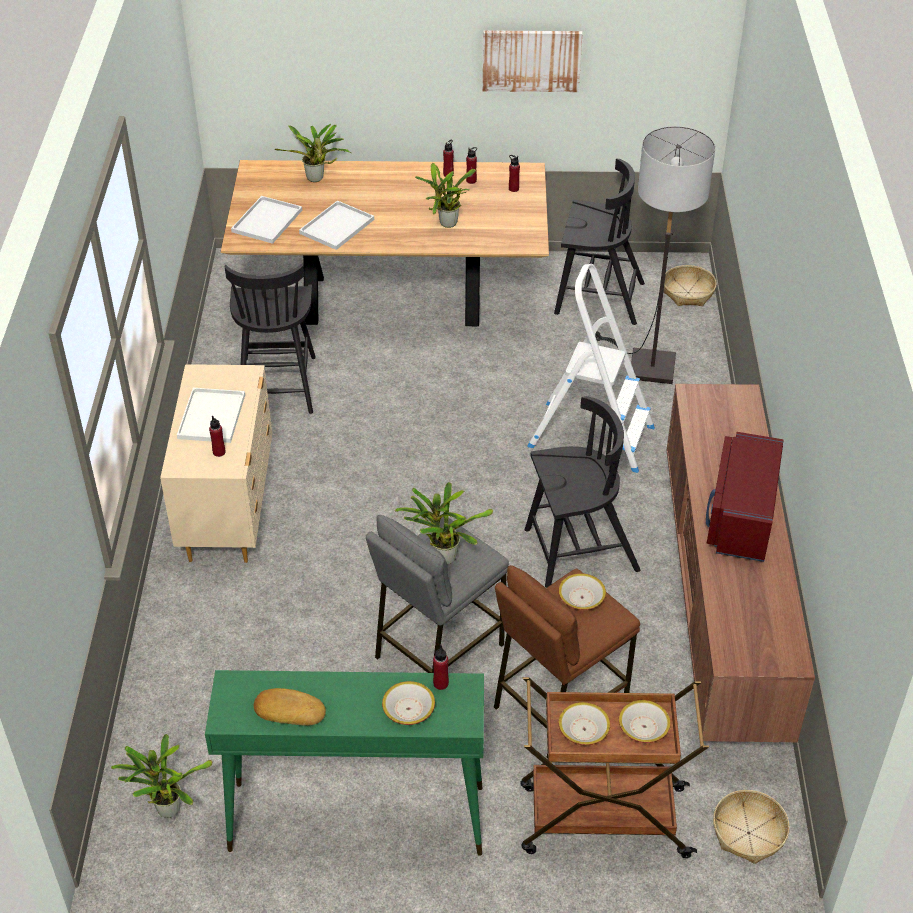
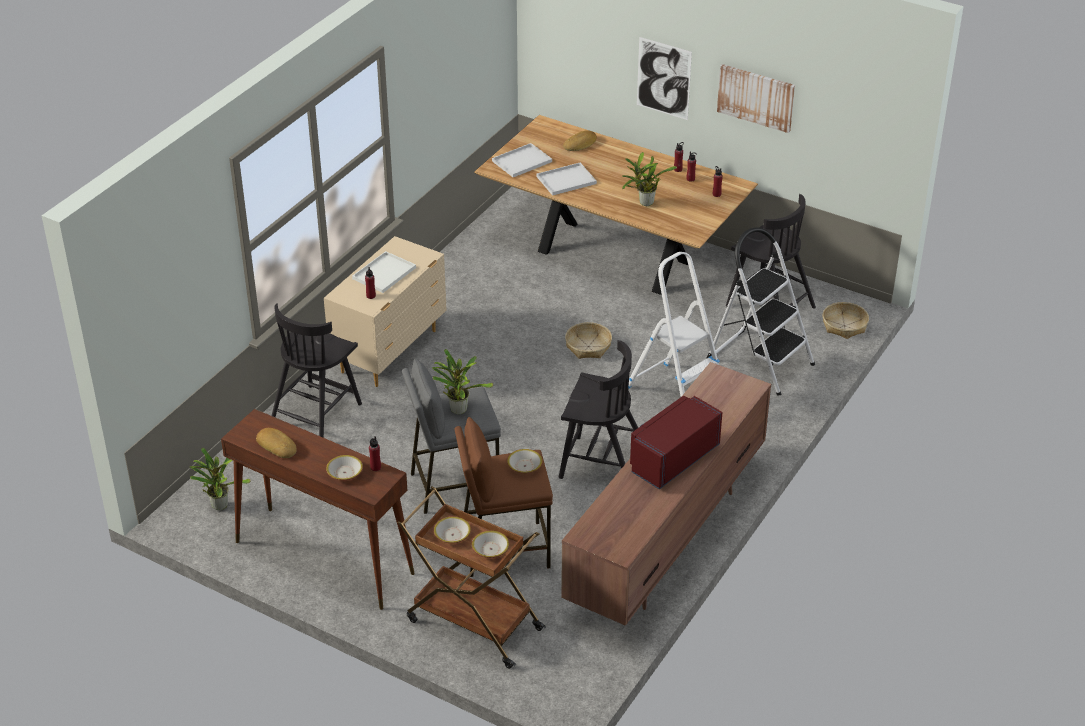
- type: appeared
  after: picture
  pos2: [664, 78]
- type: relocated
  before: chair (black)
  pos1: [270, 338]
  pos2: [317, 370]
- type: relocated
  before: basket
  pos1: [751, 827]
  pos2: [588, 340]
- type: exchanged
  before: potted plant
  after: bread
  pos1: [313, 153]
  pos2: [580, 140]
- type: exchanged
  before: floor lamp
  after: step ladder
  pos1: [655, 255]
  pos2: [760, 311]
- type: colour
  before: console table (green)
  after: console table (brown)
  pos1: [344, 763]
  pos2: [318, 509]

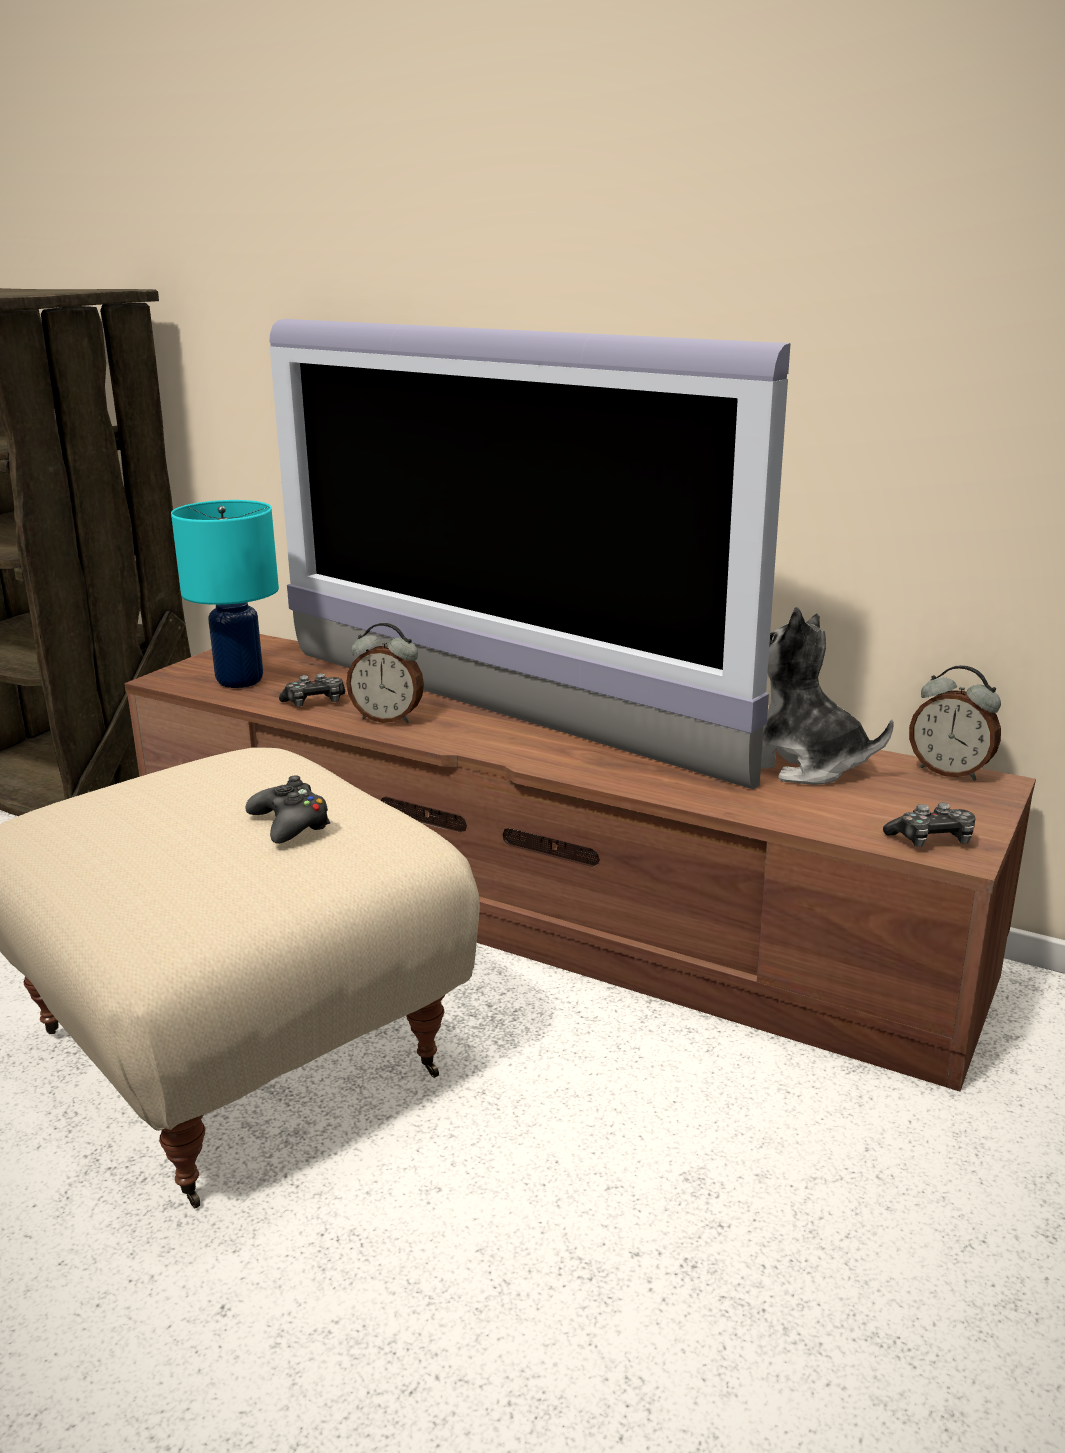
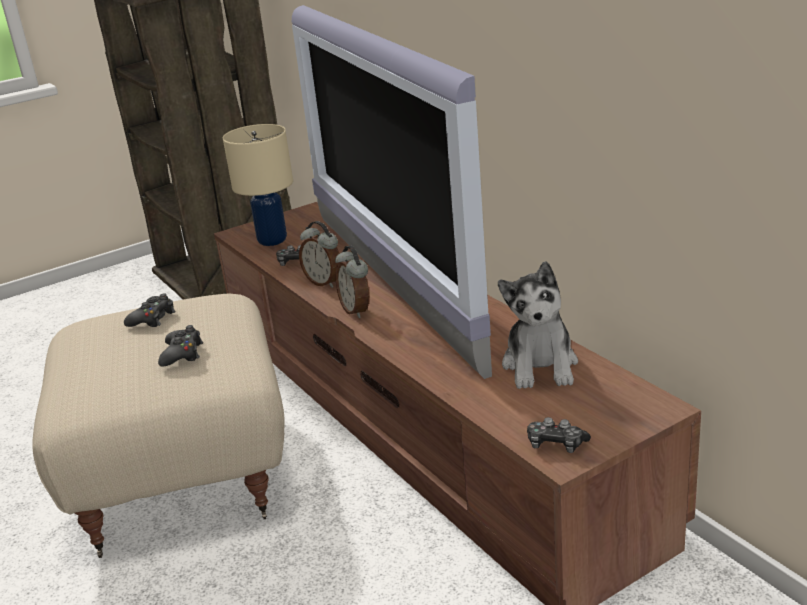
- type: appeared
  after: game controller (black)
  pos2: [149, 310]
- type: relocated
  before: alarm clock
  pos1: [955, 723]
  pos2: [352, 281]
- type: colour
  before: table lamp (turquoise)
  after: table lamp (beige)
  pos1: [225, 594]
  pos2: [258, 185]
- type: spun
  before: plush toy
  pos1: [827, 696]
  pos2: [538, 325]
  turn: -150

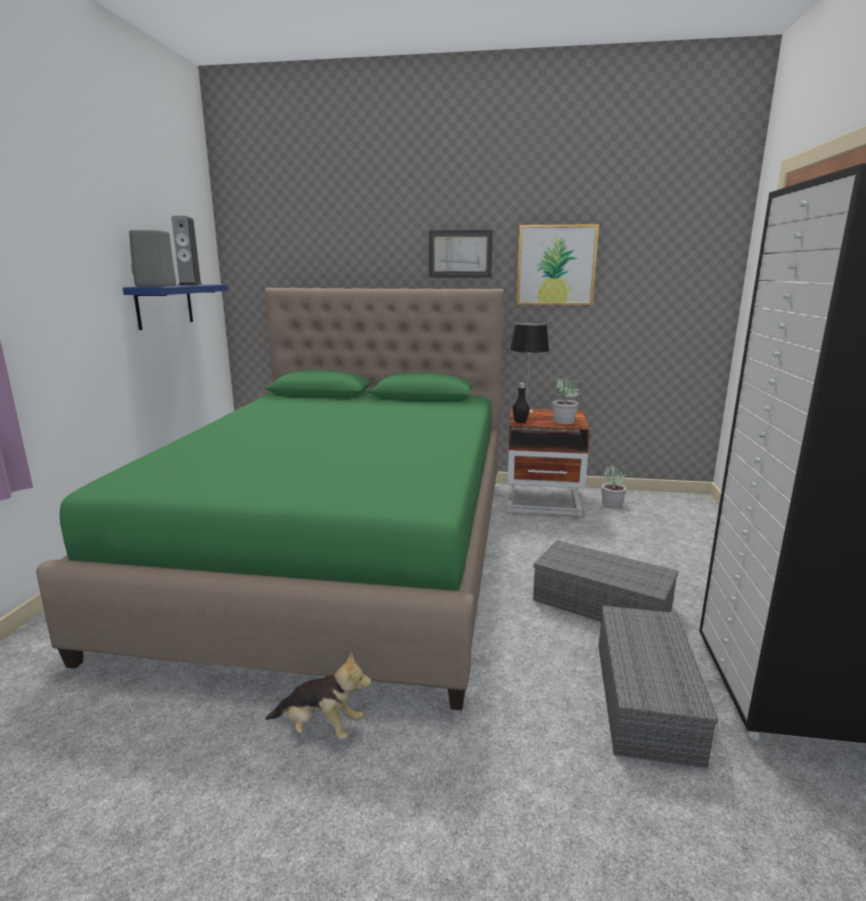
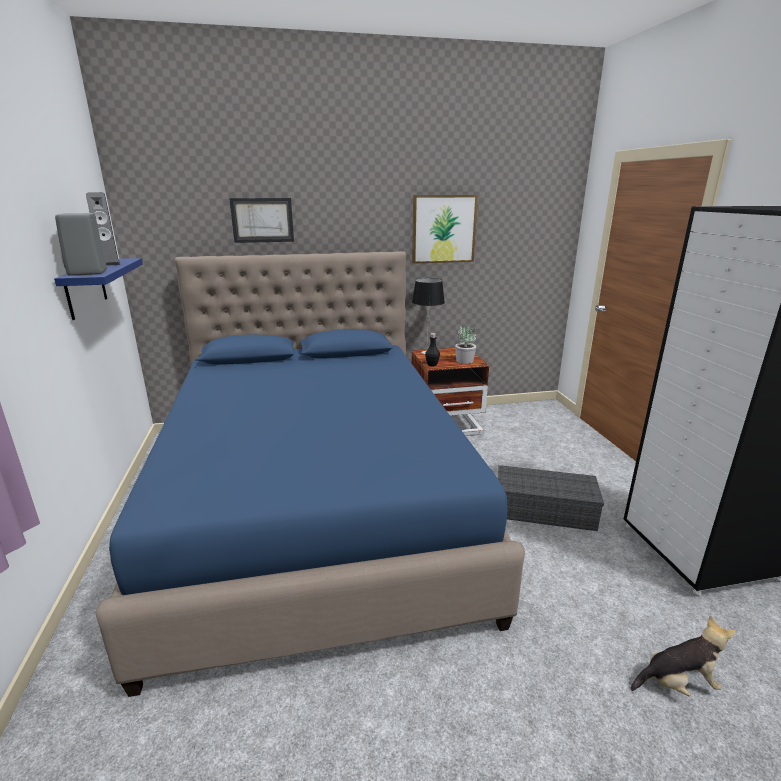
- type: missing
  before: storage box (grey)
  pos1: [658, 687]
- type: missing
  before: potted plant
  pos1: [614, 485]
- type: relocated
  before: plush toy
  pos1: [318, 696]
  pos2: [683, 655]
- type: relocated
  before: picture
  pos1: [461, 254]
  pos2: [261, 220]
- type: colour
  before: bed (green)
  after: bed (blue)
  pos1: [270, 499]
  pos2: [310, 474]

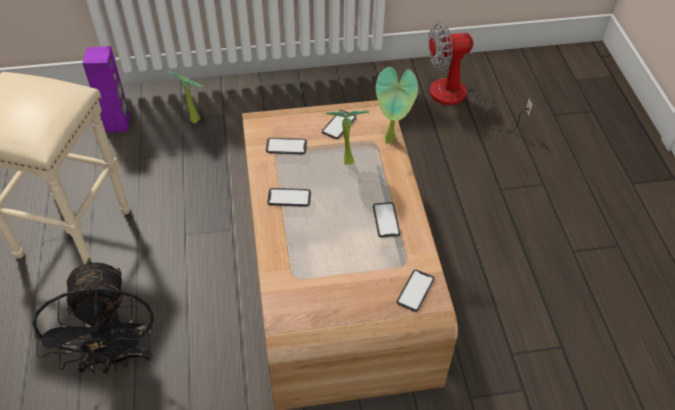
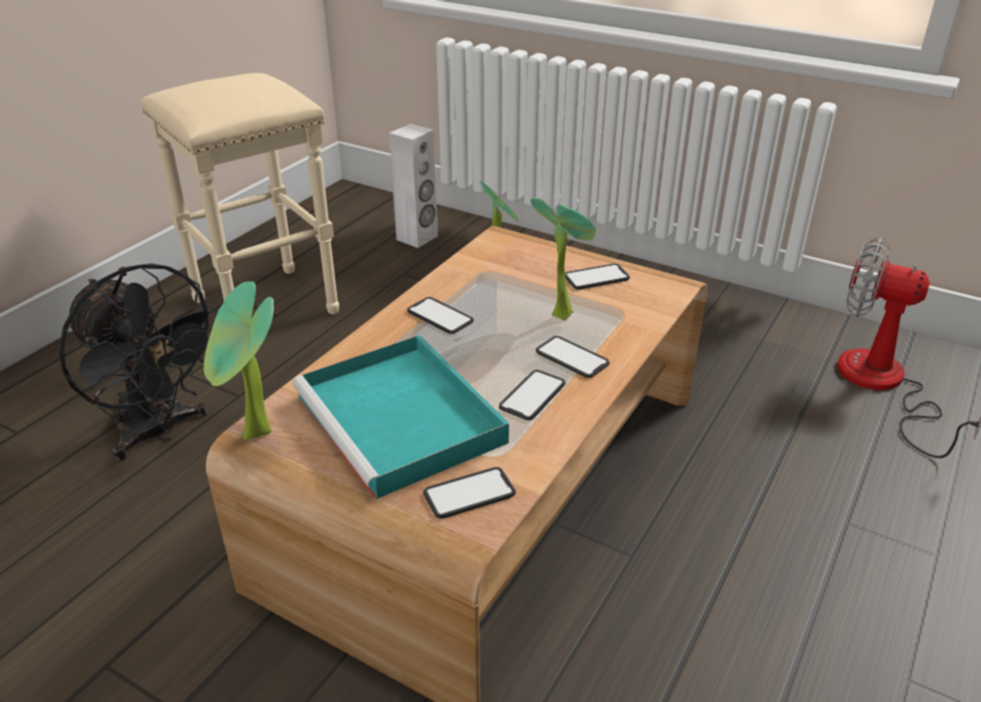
- type: appeared
  after: tray (turquoise)
  pos2: [400, 417]
- type: relocated
  before: phone
  pos1: [286, 146]
  pos2: [573, 357]
- type: relocated
  before: potted plant
  pos1: [397, 105]
  pos2: [239, 360]
- type: colour
  before: speaker (purple)
  after: speaker (white)
  pos1: [106, 89]
  pos2: [413, 186]
- type: spun
  before: fan (black)
  pos1: [93, 315]
  pos2: [138, 362]
  turn: -75

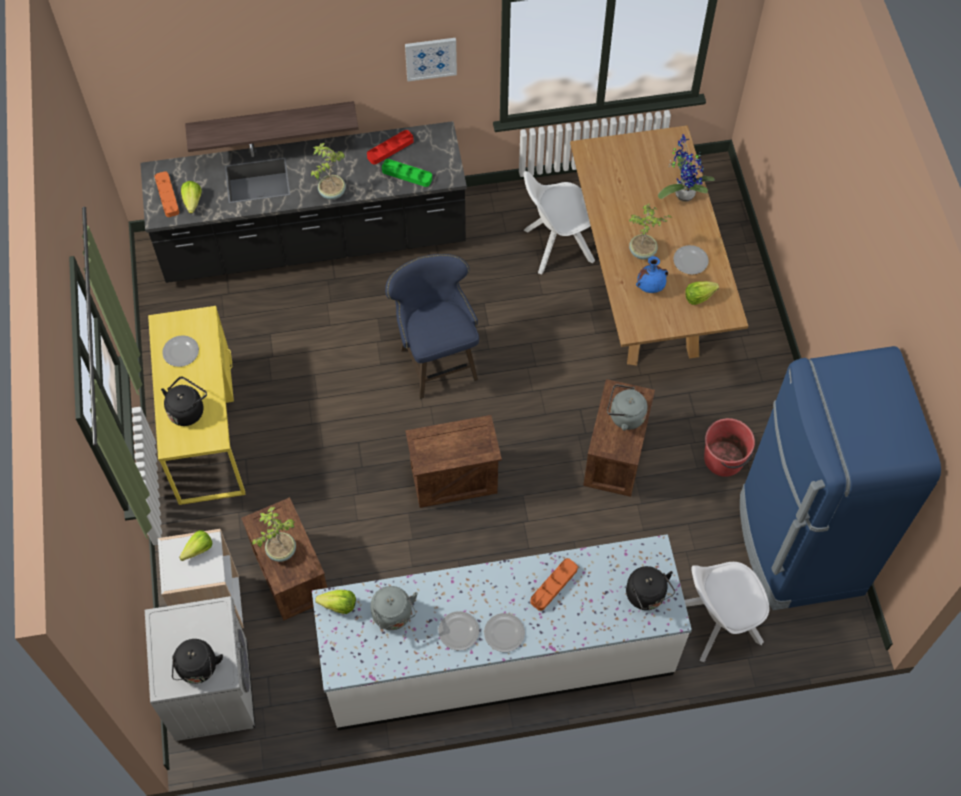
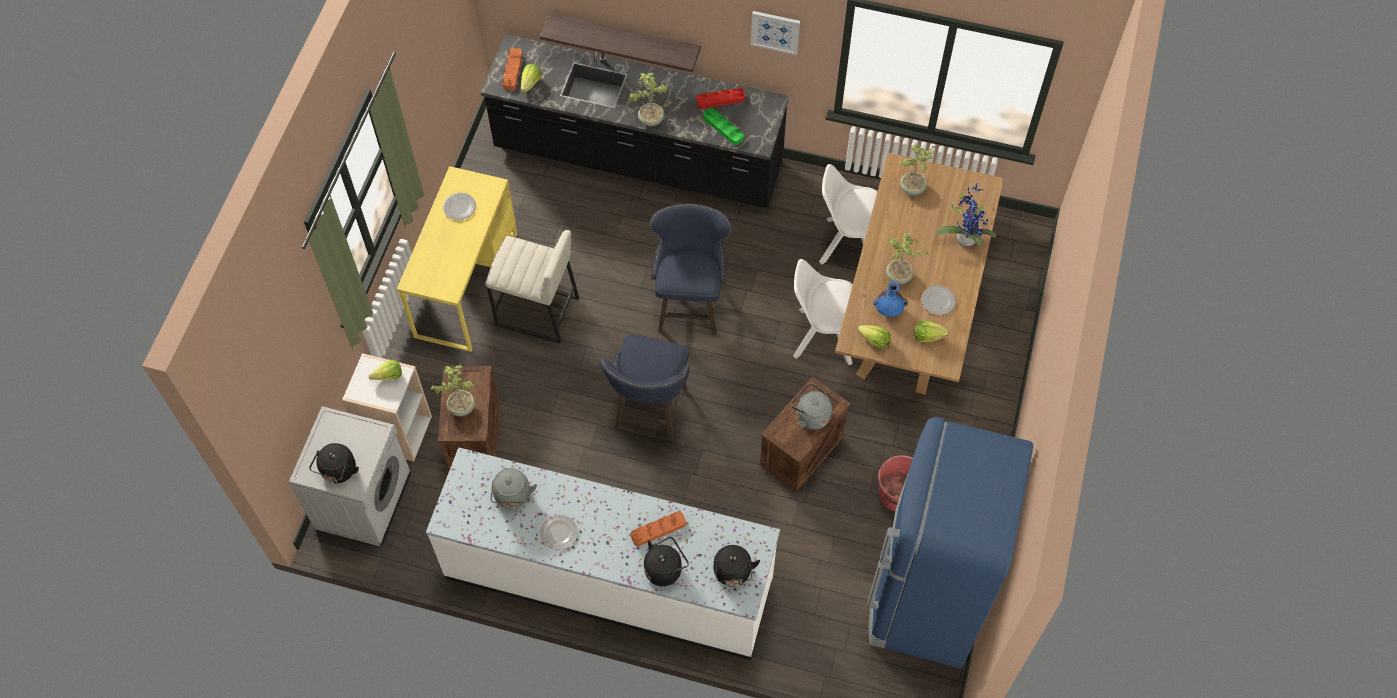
- type: missing
  before: plate
  pos1: [504, 632]
- type: appeared
  after: stool (beige)
  pos2: [532, 287]
- type: appeared
  after: potted plant
  pos2: [917, 169]
- type: relocated
  before: kettle (black)
  pos1: [184, 401]
  pos2: [666, 561]
- type: relocated
  before: lettuce
  pos1: [335, 602]
  pos2: [874, 336]
- type: relocated
  before: chair (white)
  pos1: [727, 612]
  pos2: [823, 312]
- type: exchanged
  before: crate
  after: stool (blue)
  pos1: [453, 461]
  pos2: [645, 388]

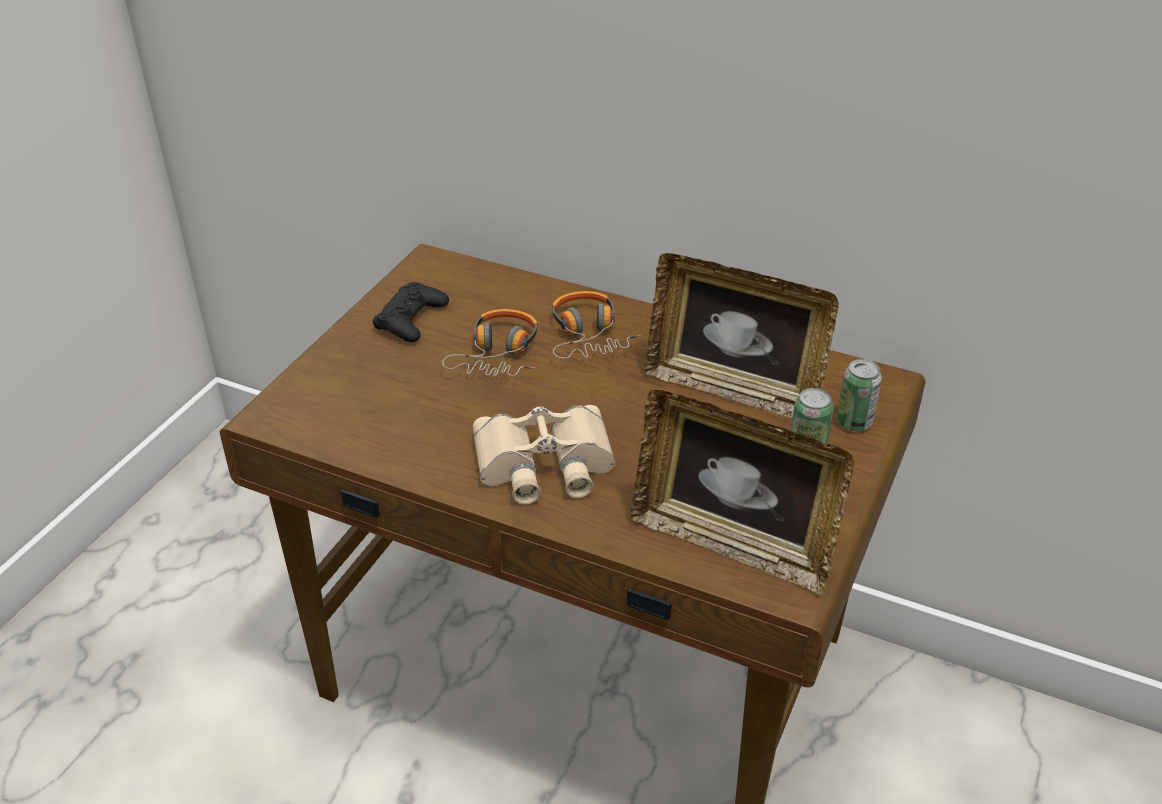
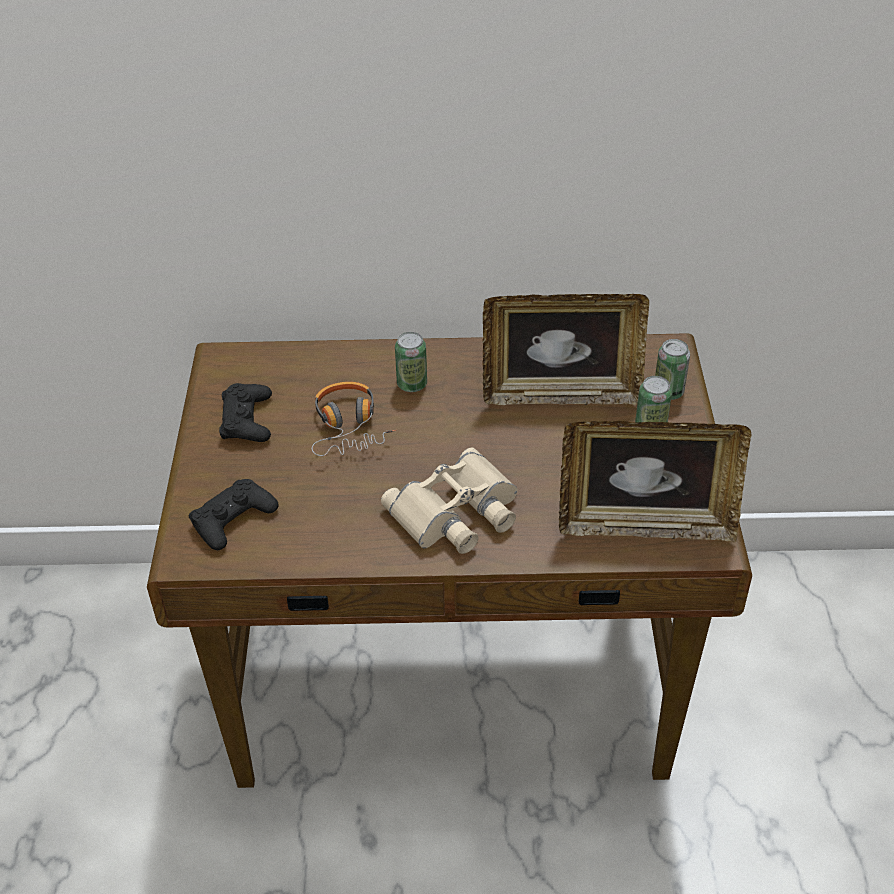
- type: appeared
  after: game controller (black)
  pos2: [234, 514]
- type: exchanged
  before: headphones
  after: can
  pos1: [596, 325]
  pos2: [411, 362]

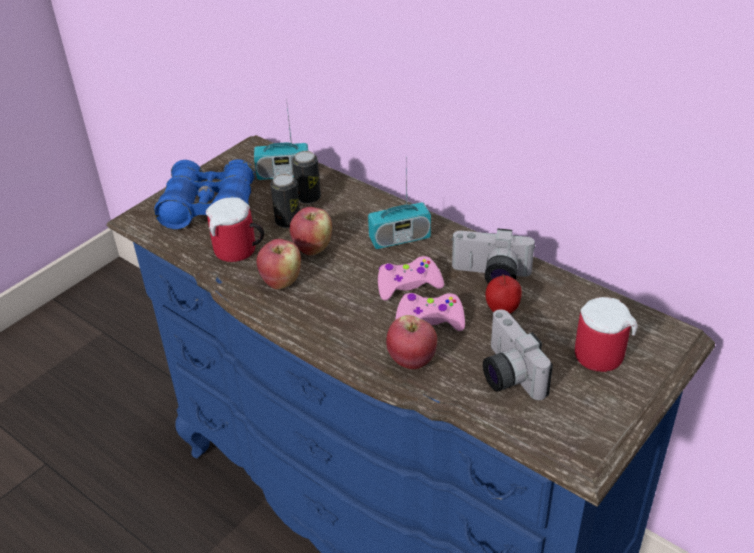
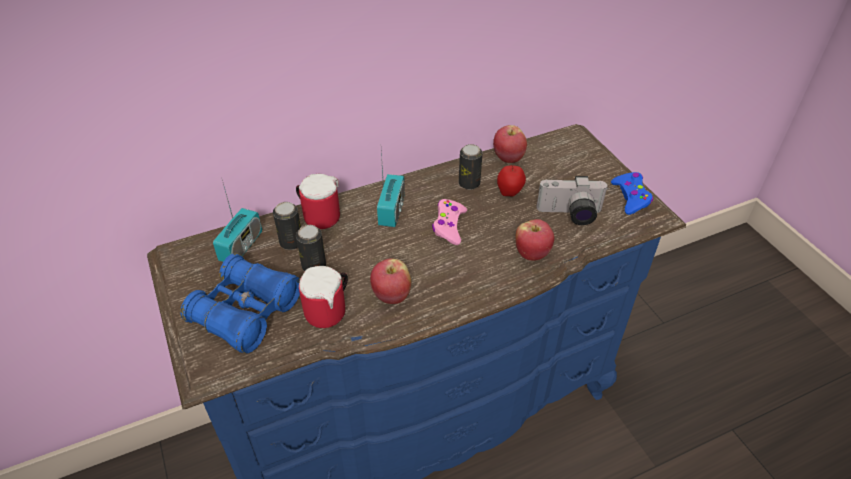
- type: missing
  before: game controller (pink)
  pos1: [430, 312]
- type: appeared
  after: game controller (blue)
  pos2: [632, 193]
- type: relocated
  before: apple
  pos1: [311, 231]
  pos2: [510, 144]
- type: relocated
  before: mug
  pos1: [606, 334]
  pos2: [318, 201]
- type: exchanged
  before: photo camera
  after: can
  pos1: [493, 256]
  pos2: [470, 167]

